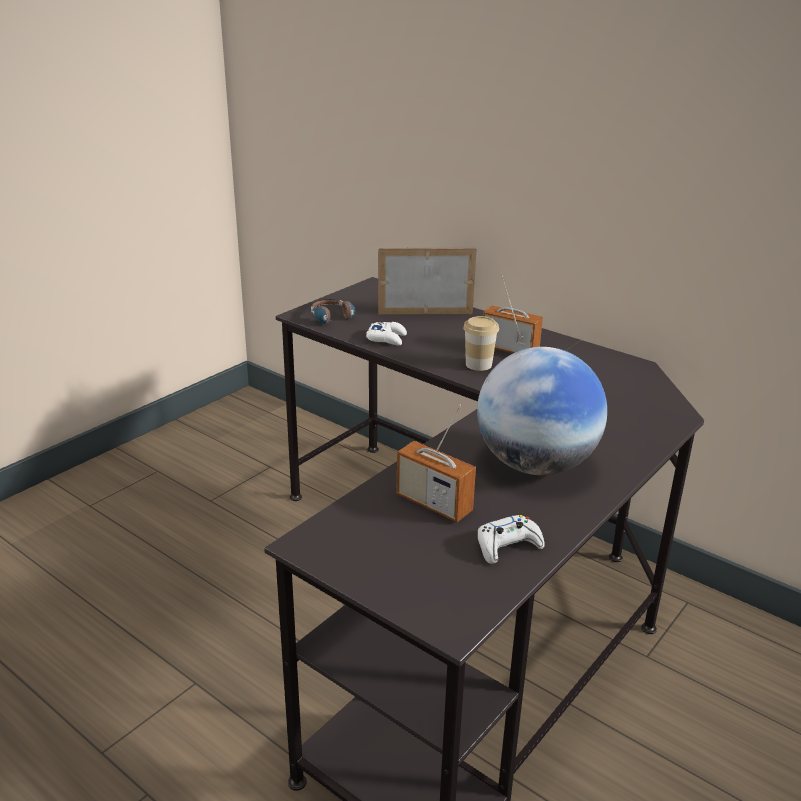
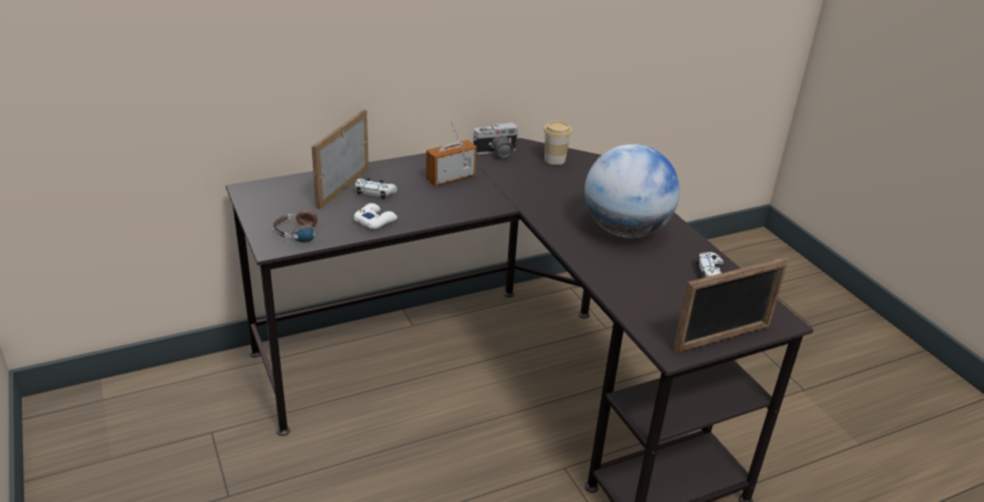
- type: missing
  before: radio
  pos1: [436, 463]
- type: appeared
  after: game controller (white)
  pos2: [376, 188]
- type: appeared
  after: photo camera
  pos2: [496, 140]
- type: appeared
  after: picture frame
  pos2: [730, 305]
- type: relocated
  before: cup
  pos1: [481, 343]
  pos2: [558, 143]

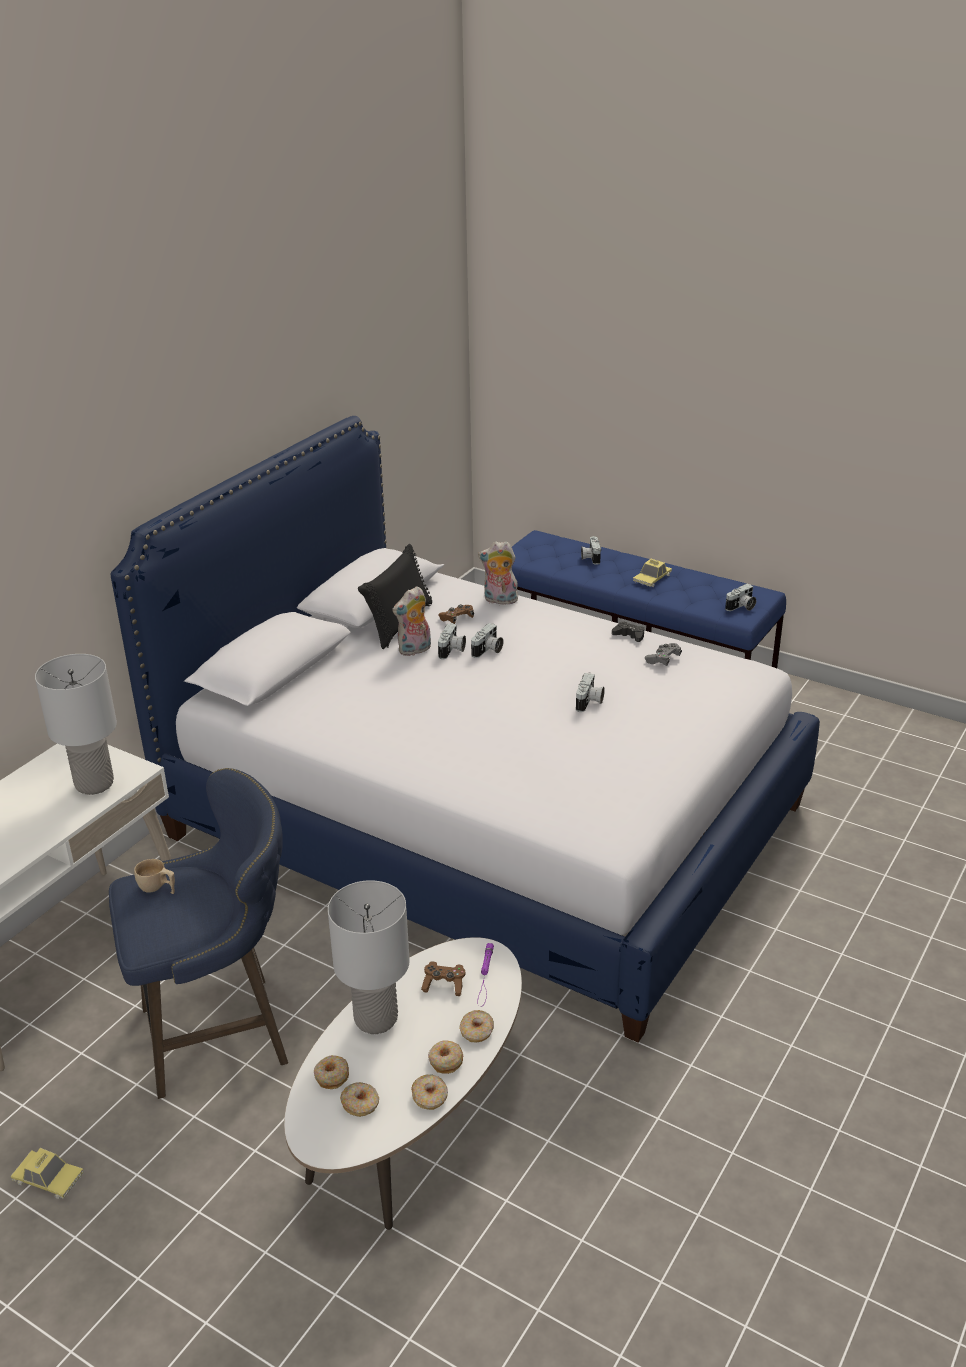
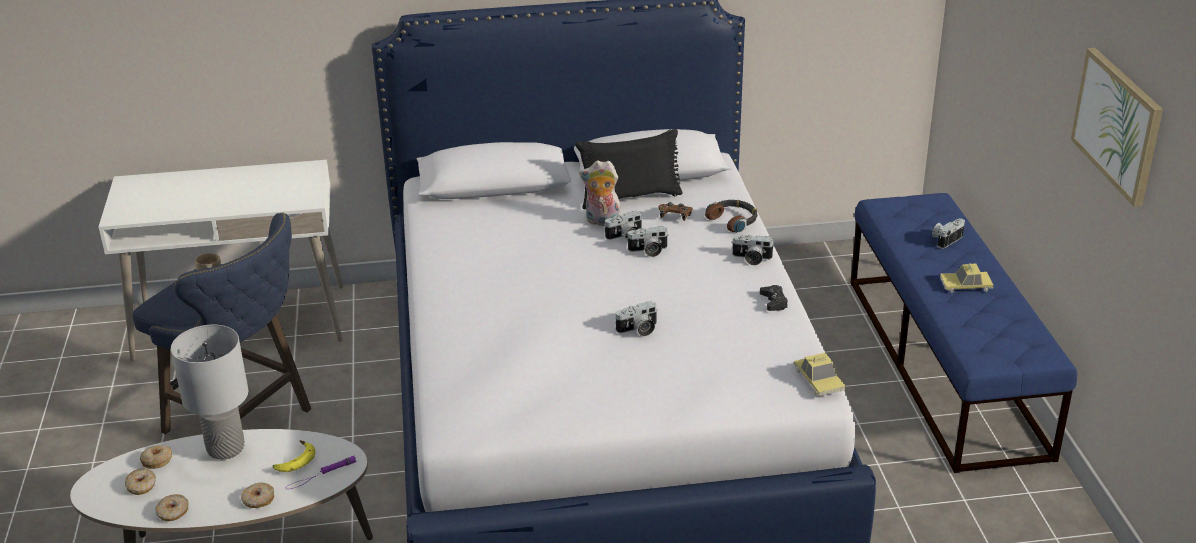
- type: missing
  before: table lamp (grey)
  pos1: [76, 724]
- type: missing
  before: donut
  pos1: [445, 1057]
- type: missing
  before: game controller (grey)
  pos1: [663, 654]
- type: appeared
  after: picture
  pos2: [1117, 127]
- type: relocated
  before: toy car
  pos1: [47, 1173]
  pos2: [820, 374]
- type: relocated
  before: photo camera
  pos1: [740, 597]
  pos2: [753, 250]
- type: exchanged
  before: game controller (brown)
  after: banana
  pos1: [443, 979]
  pos2: [294, 456]
- type: exchanged
  before: plush toy
  after: headphones
  pos1: [498, 573]
  pos2: [731, 216]

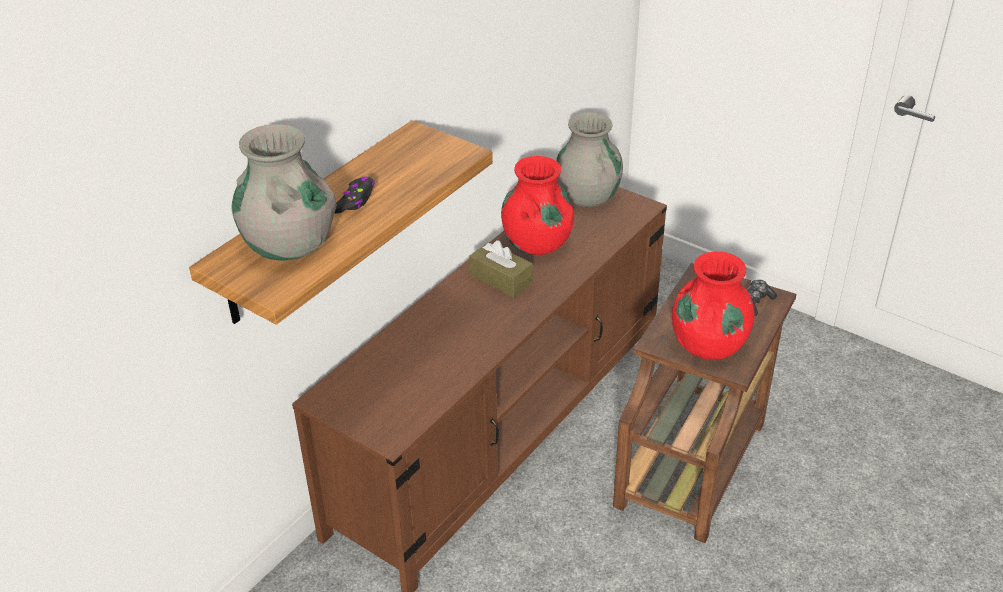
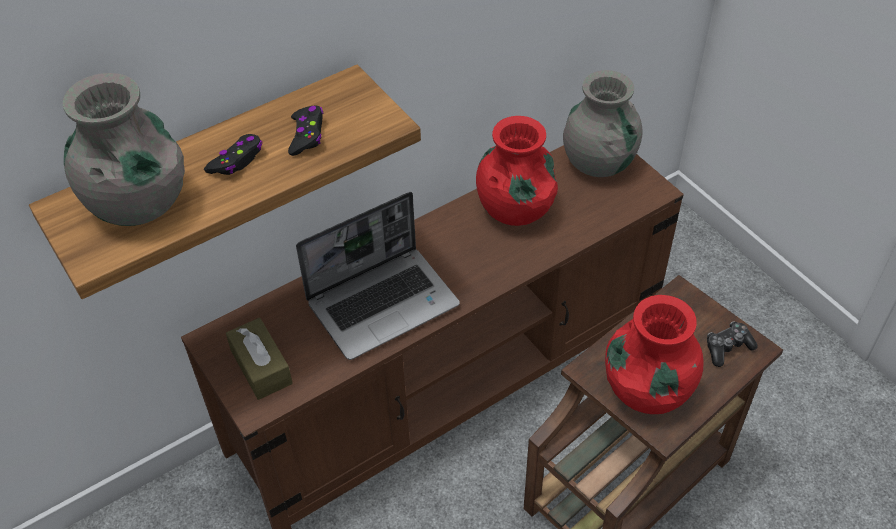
- type: appeared
  after: game controller (black)
  pos2: [305, 131]
- type: appeared
  after: laptop
  pos2: [378, 276]
- type: relocated
  before: tissue box (brown)
  pos1: [501, 269]
  pos2: [259, 359]

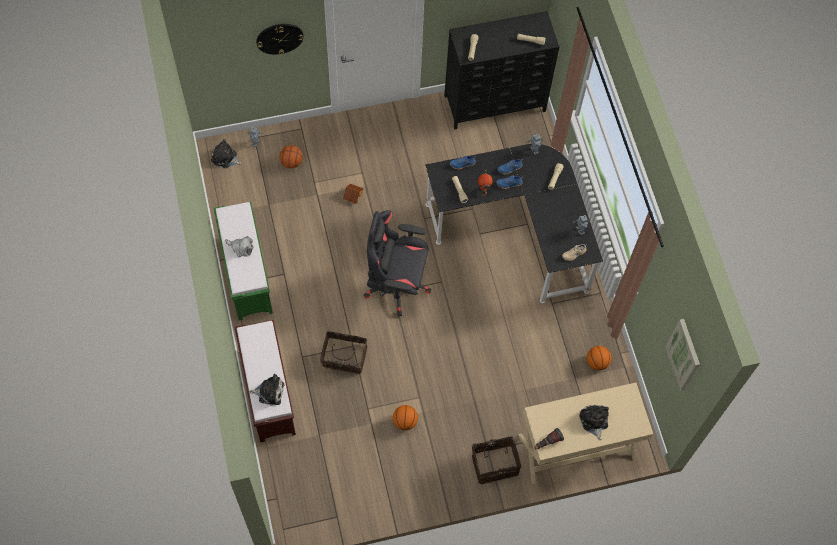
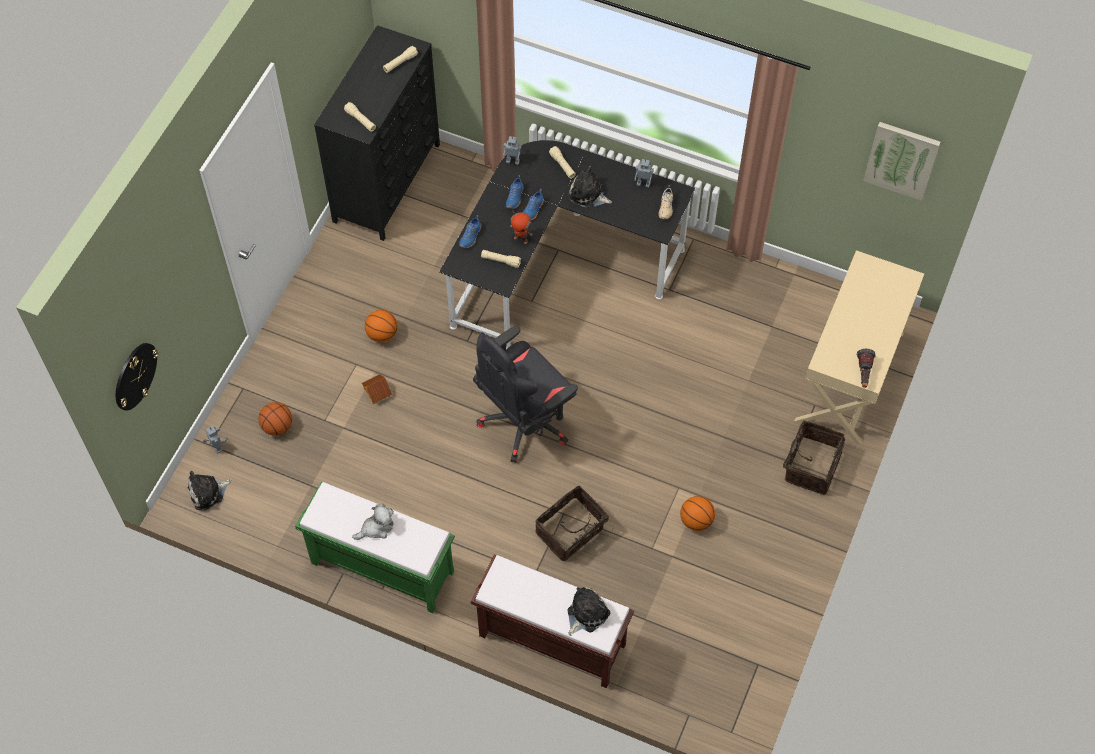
- type: relocated
  before: wall clock
  pos1: [280, 39]
  pos2: [137, 377]
- type: relocated
  before: plush toy
  pos1: [594, 422]
  pos2: [590, 186]
- type: relocated
  before: basketball
  pos1: [599, 358]
  pos2: [381, 326]

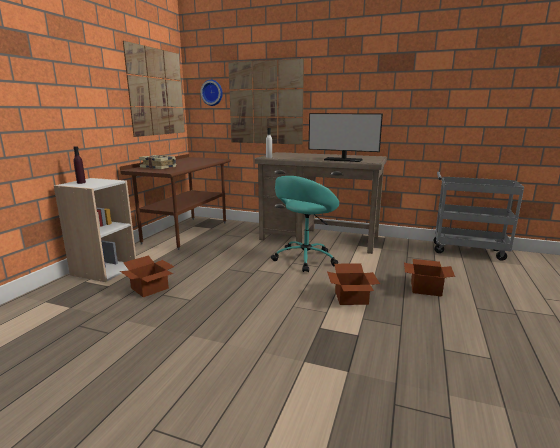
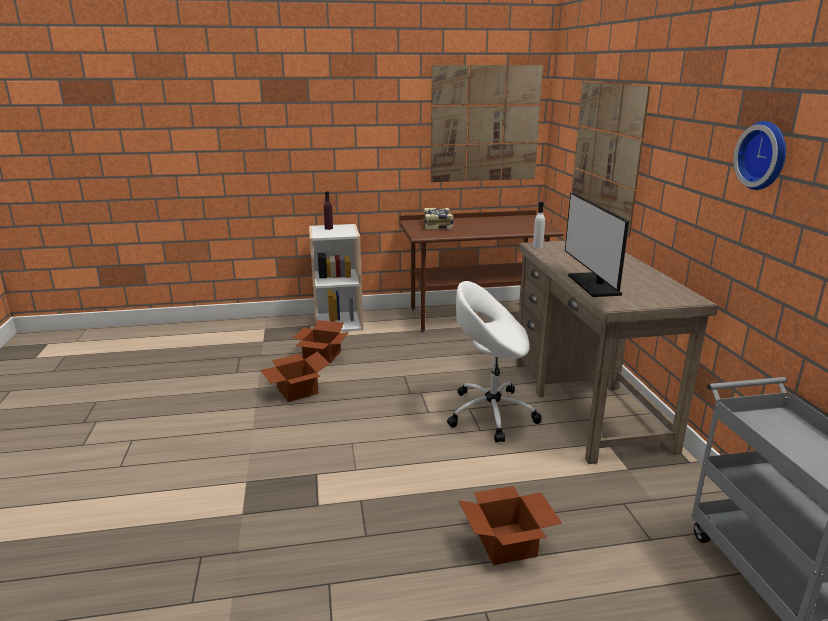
- type: relocated
  before: wall clock
  pos1: [212, 93]
  pos2: [760, 155]
- type: relocated
  before: cardboard box
  pos1: [353, 284]
  pos2: [295, 376]
- type: colour
  before: office chair (turquoise)
  after: office chair (white)
  pos1: [305, 224]
  pos2: [494, 362]

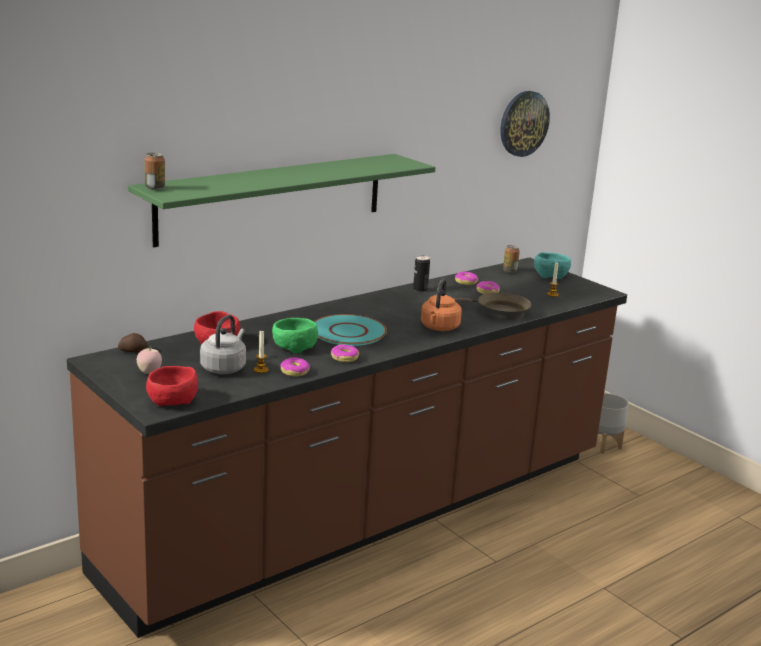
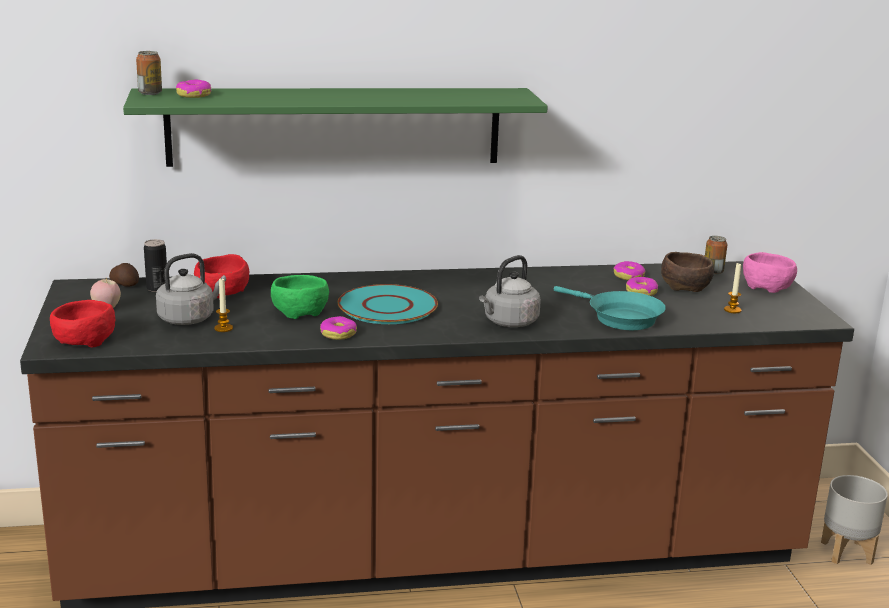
- type: missing
  before: wall clock
  pos1: [525, 124]
- type: appeared
  after: bowl (brown)
  pos2: [687, 272]
- type: relocated
  before: donut
  pos1: [295, 367]
  pos2: [193, 89]
- type: relocated
  before: can
  pos1: [421, 273]
  pos2: [155, 265]
- type: colour
  before: kettle (orange)
  after: kettle (grey)
  pos1: [441, 304]
  pos2: [510, 291]
- type: colour
  before: frying pan (brown)
  after: frying pan (turquoise)
  pos1: [492, 306]
  pos2: [610, 308]
- type: colour
  before: bowl (turquoise)
  after: bowl (pink)
  pos1: [552, 265]
  pos2: [770, 272]

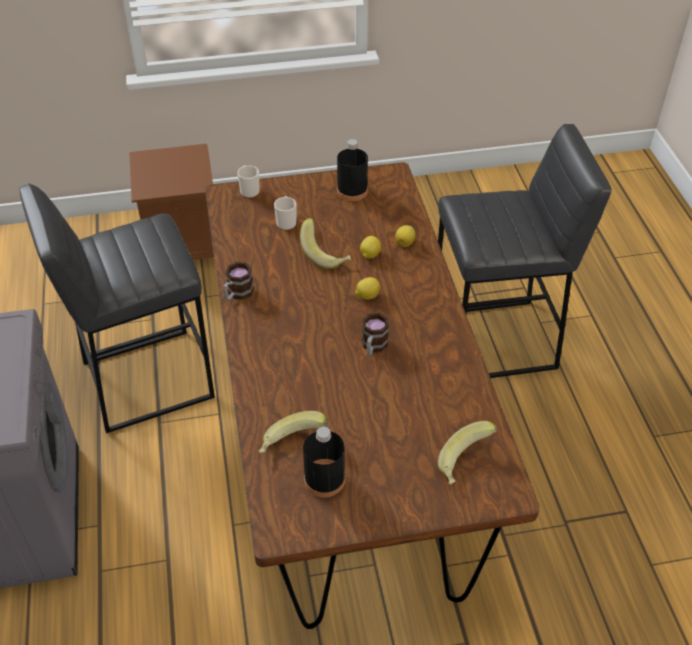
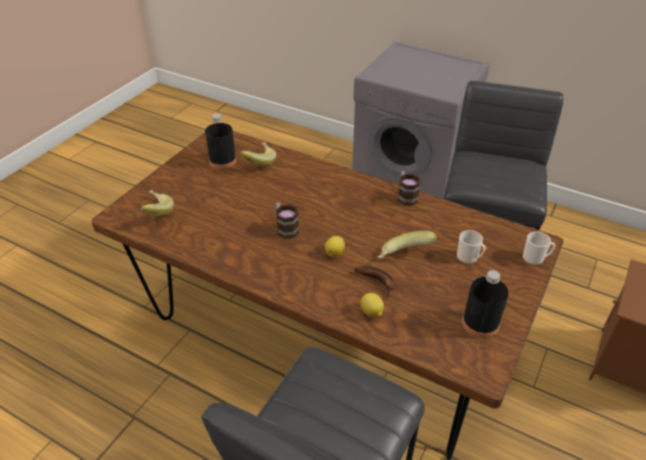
- type: exchanged
  before: lemon
  after: banana
  pos1: [370, 247]
  pos2: [374, 281]

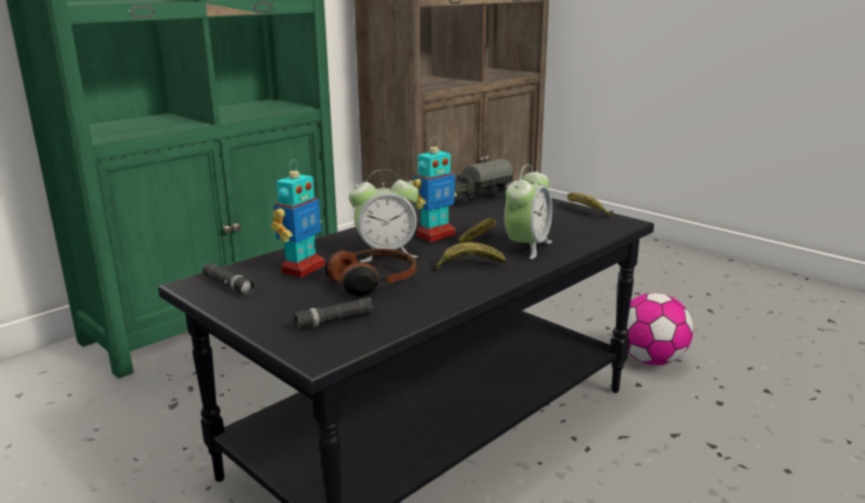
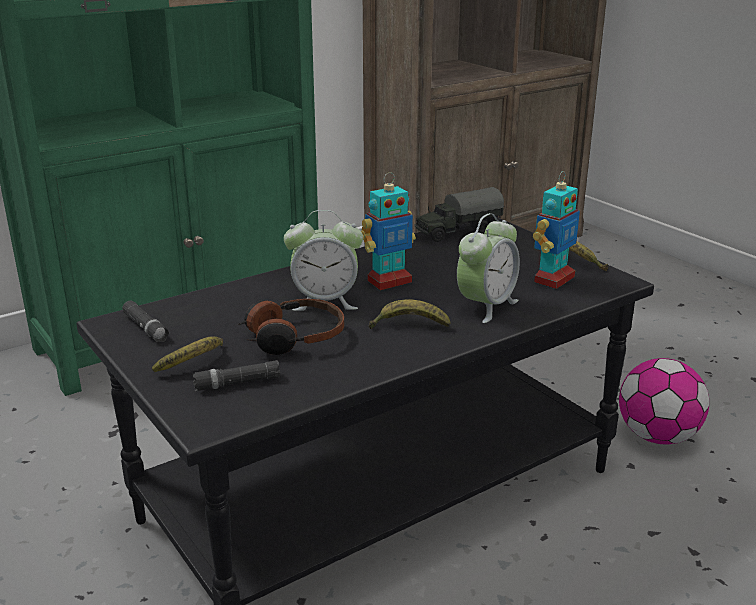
- type: relocated
  before: toy robot
  pos1: [298, 218]
  pos2: [556, 230]
- type: relocated
  before: banana
  pos1: [476, 230]
  pos2: [187, 354]

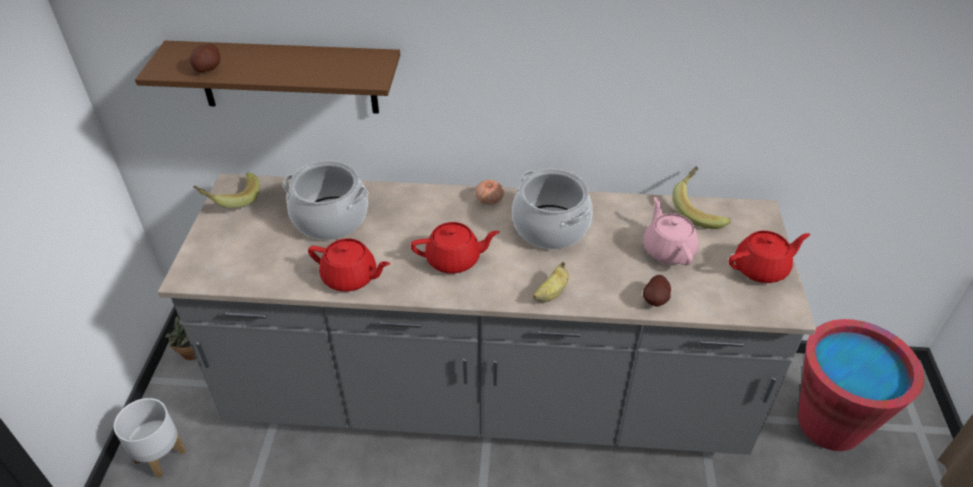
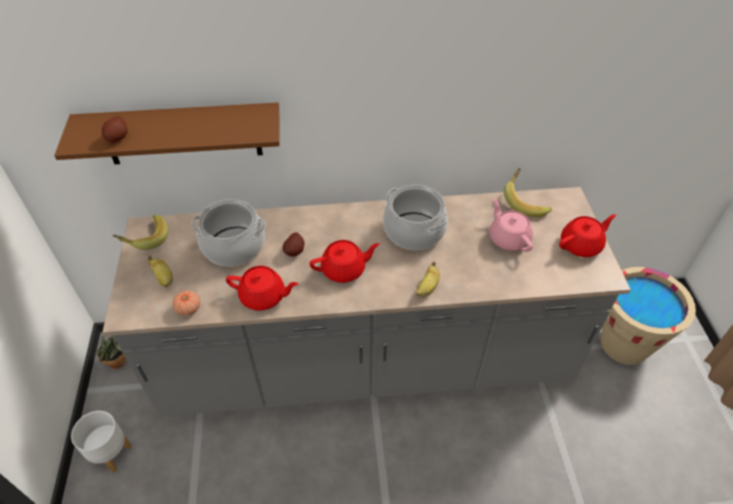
- type: appeared
  after: banana
  pos2: [160, 271]
- type: relocated
  before: tomato
  pos1: [489, 192]
  pos2: [186, 303]
- type: relocated
  before: potato
  pos1: [657, 290]
  pos2: [293, 244]
- type: colour
  before: bucket (red)
  after: bucket (beige)
  pos1: [861, 385]
  pos2: [648, 316]

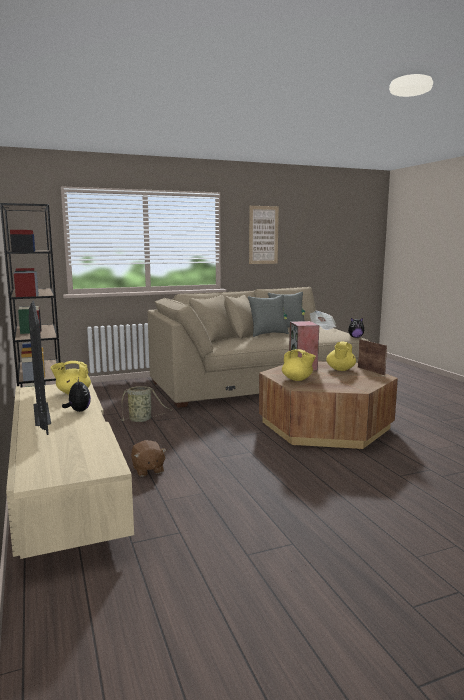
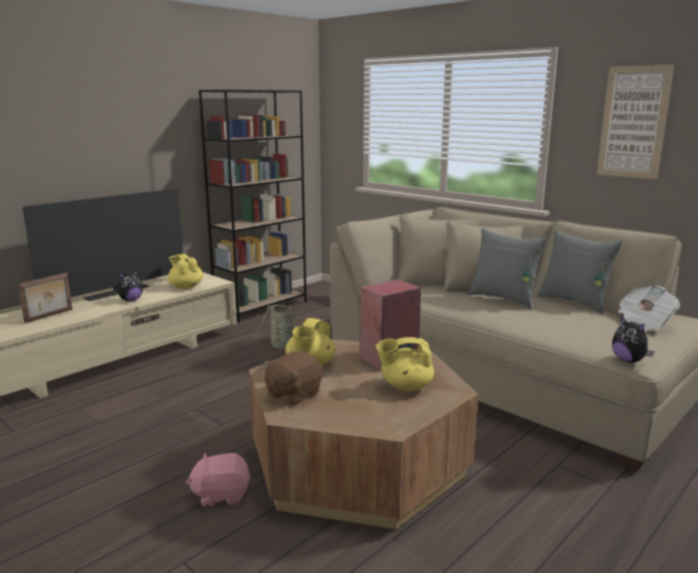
- type: appeared
  after: plush toy (pink)
  pos2: [218, 480]
- type: relocated
  before: plush toy (brown)
  pos1: [148, 458]
  pos2: [293, 378]
- type: relocated
  before: picture frame
  pos1: [372, 357]
  pos2: [45, 297]

